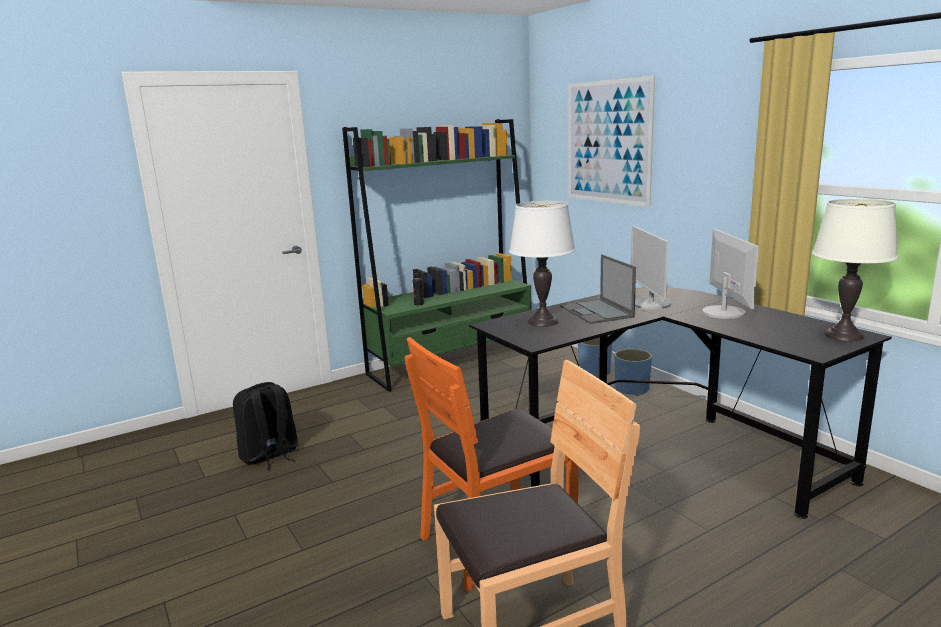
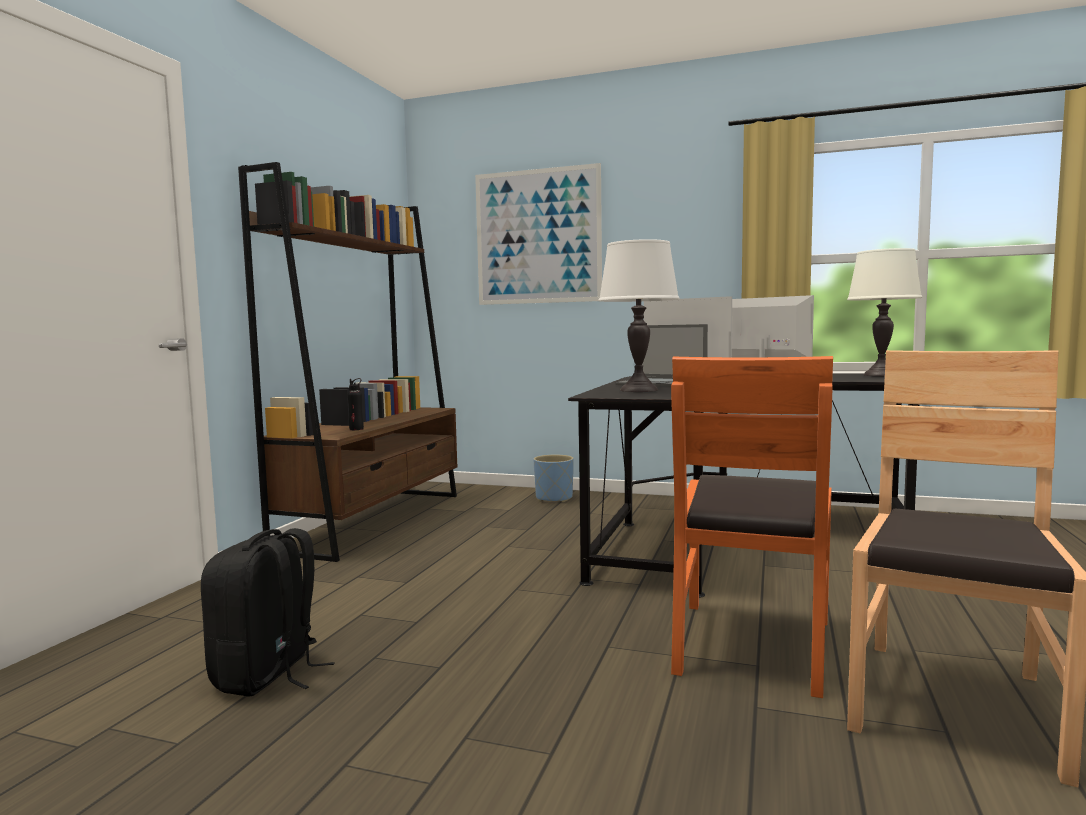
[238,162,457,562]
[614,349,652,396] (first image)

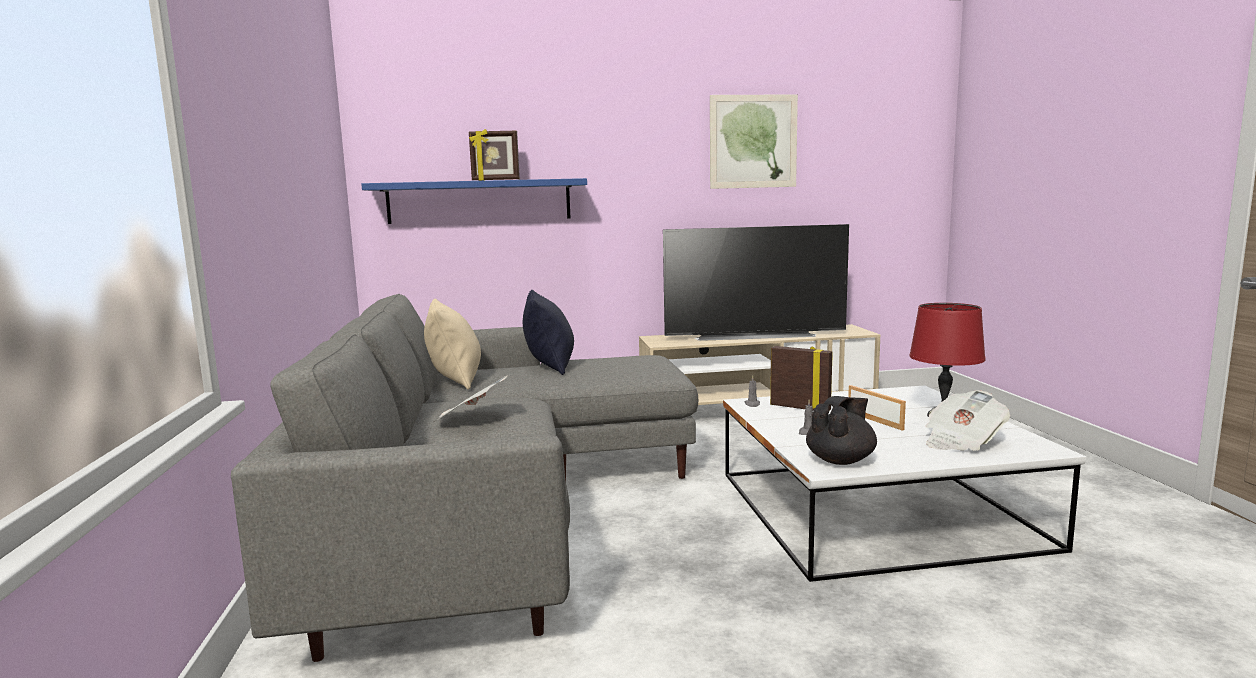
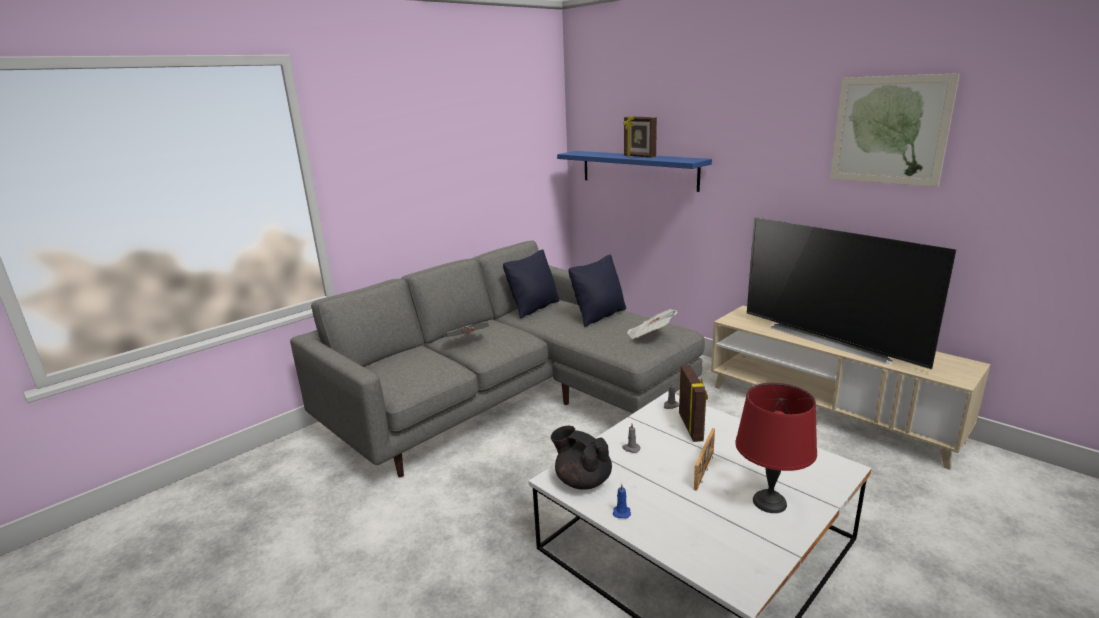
[503,249,560,318]
[551,426,612,490]
[613,484,631,519]
[627,309,677,340]

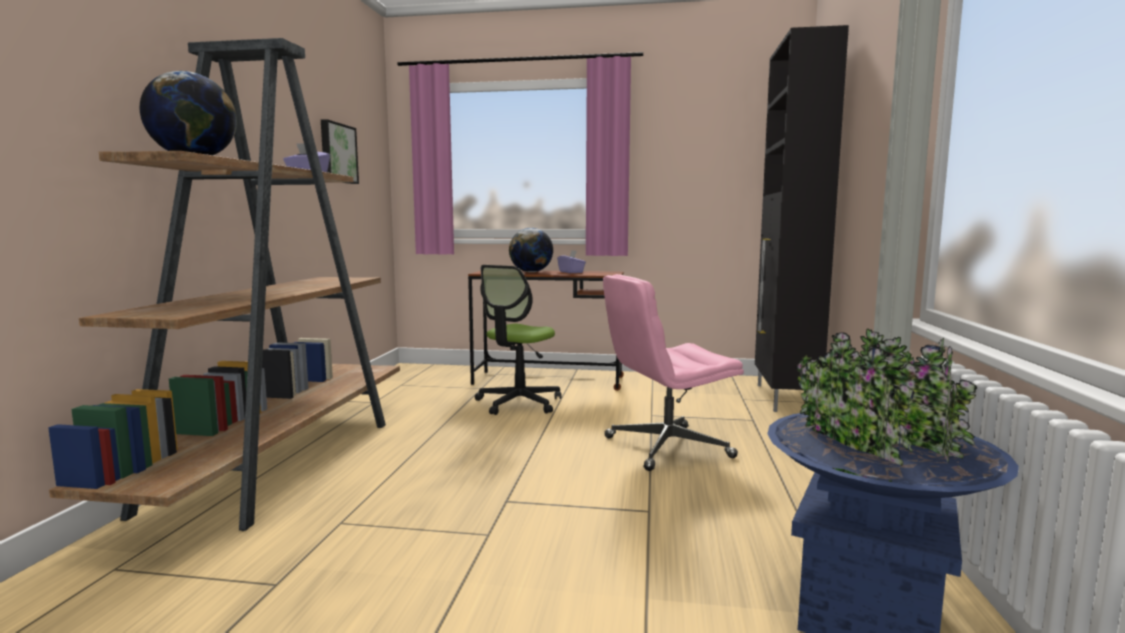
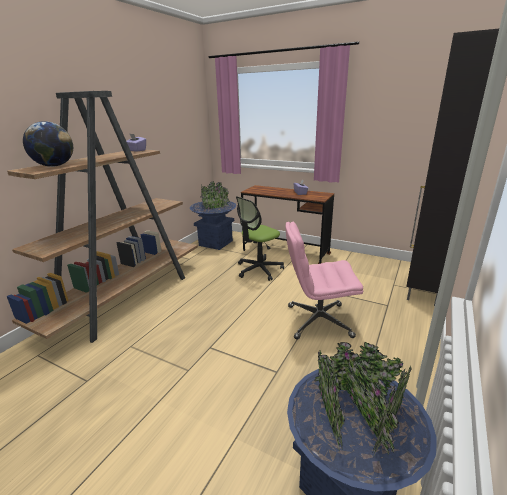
[190,181,236,250]
[321,119,359,184] (first image)
[509,228,553,272] (first image)

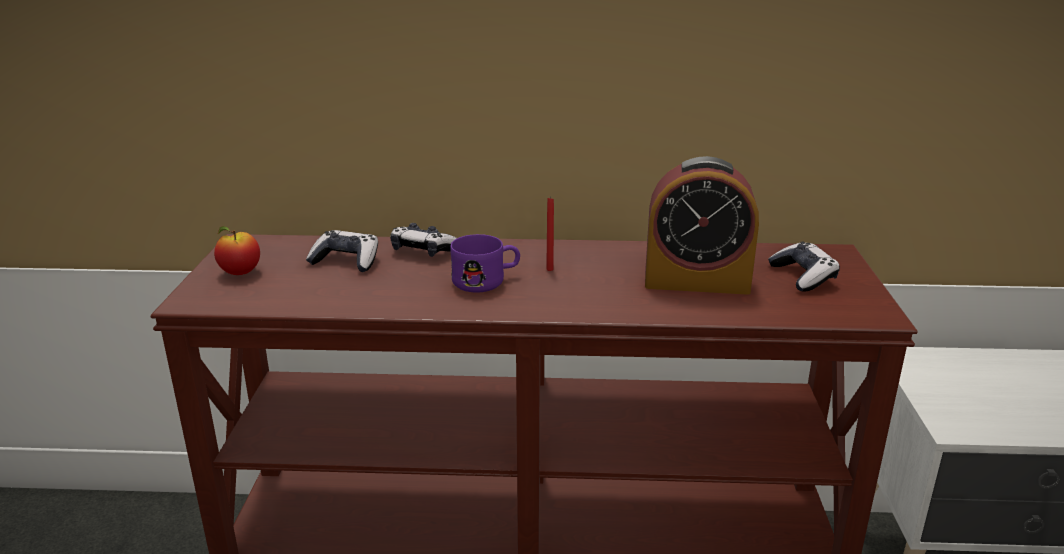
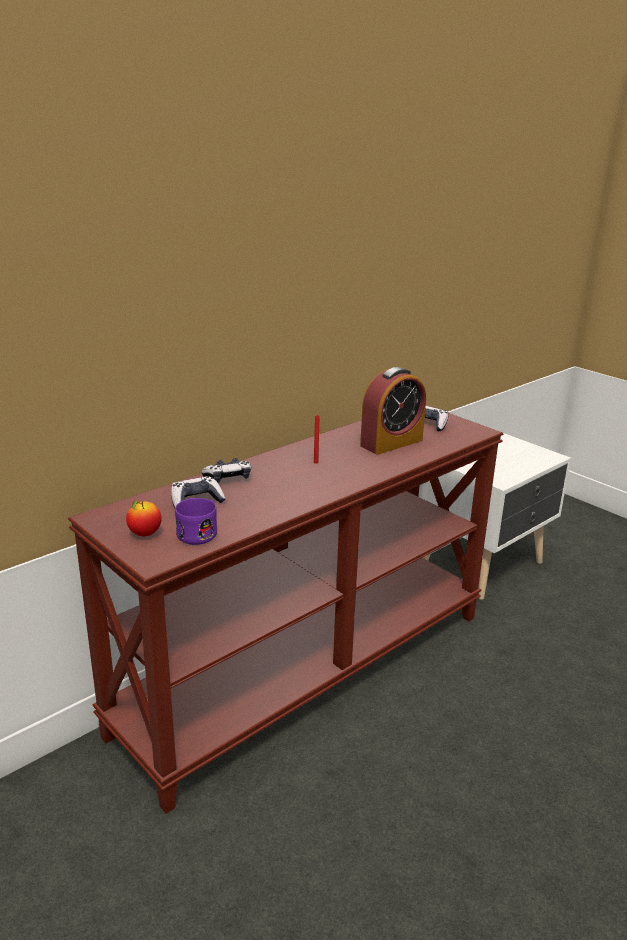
[175,498,217,545]

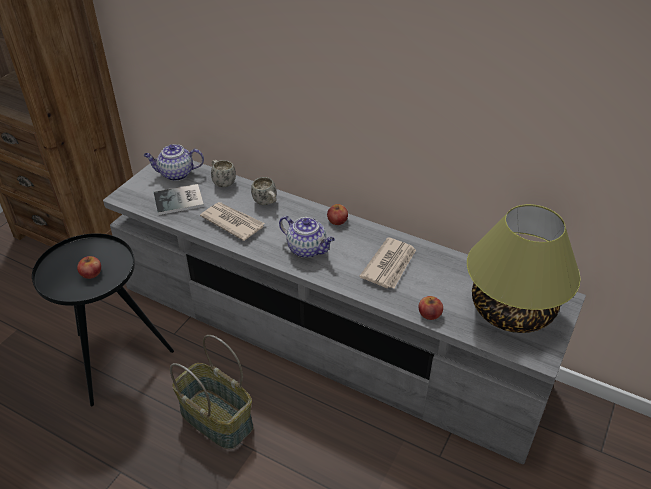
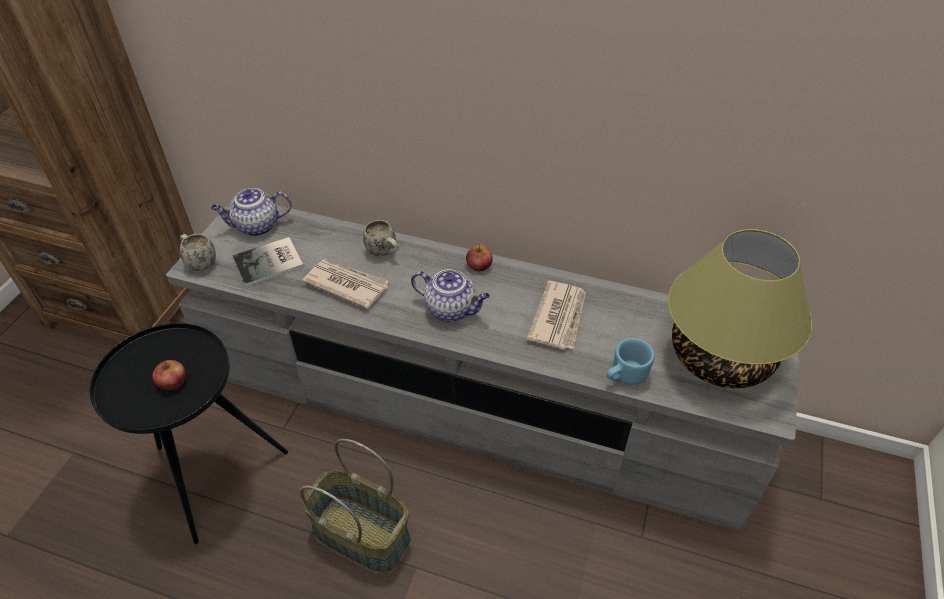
[180,234,216,271]
[606,338,655,385]

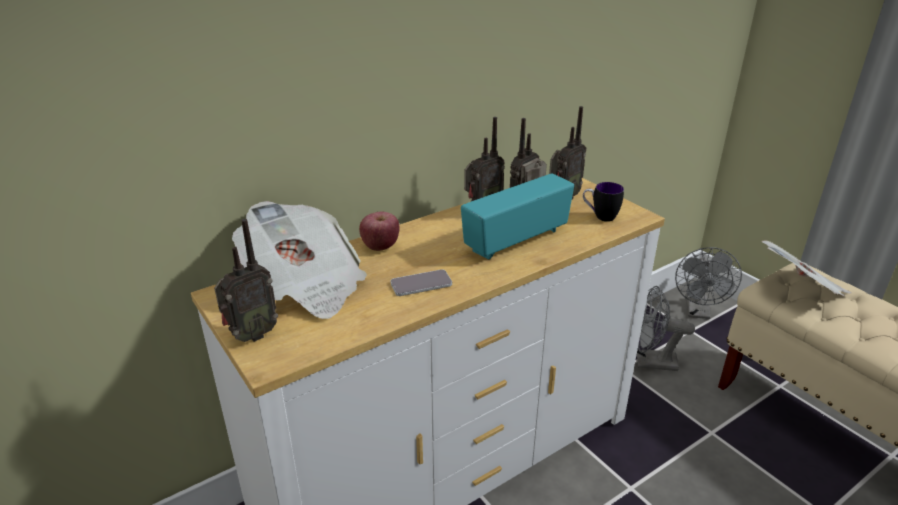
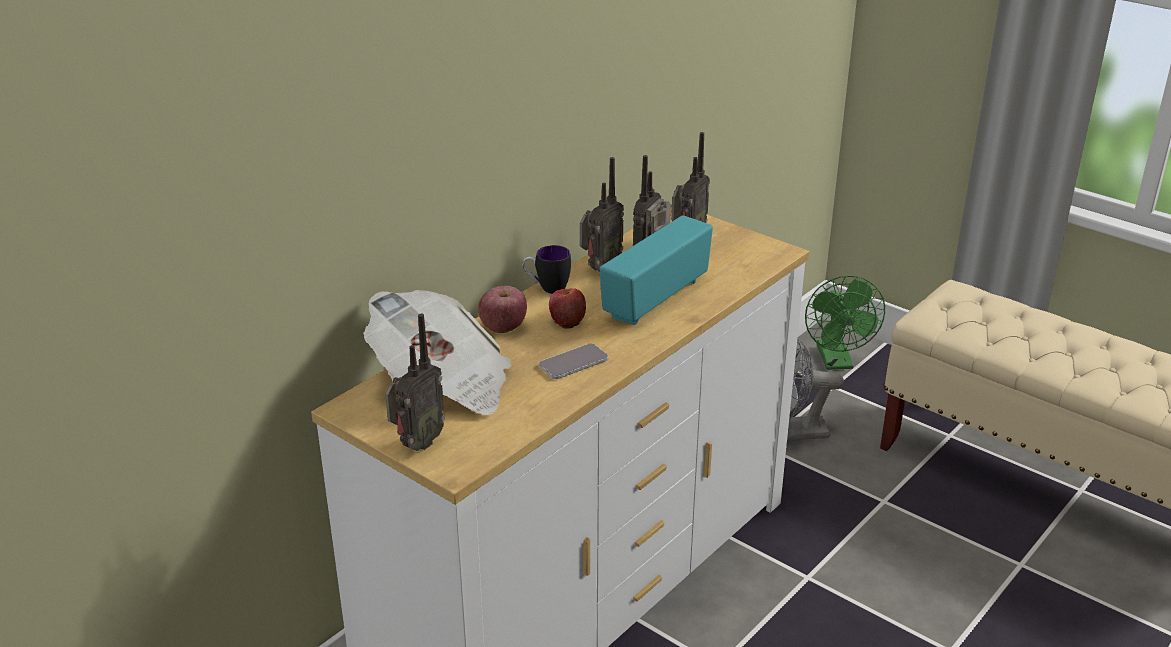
[522,245,571,294]
[549,288,586,329]
[805,275,885,370]
[762,241,851,296] (first image)

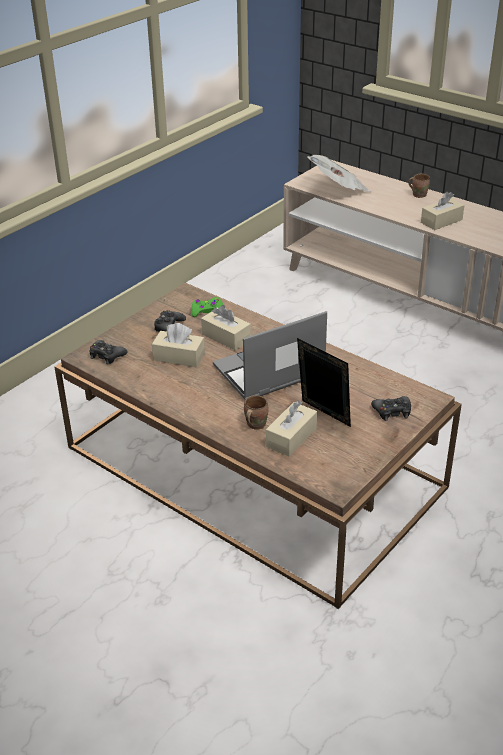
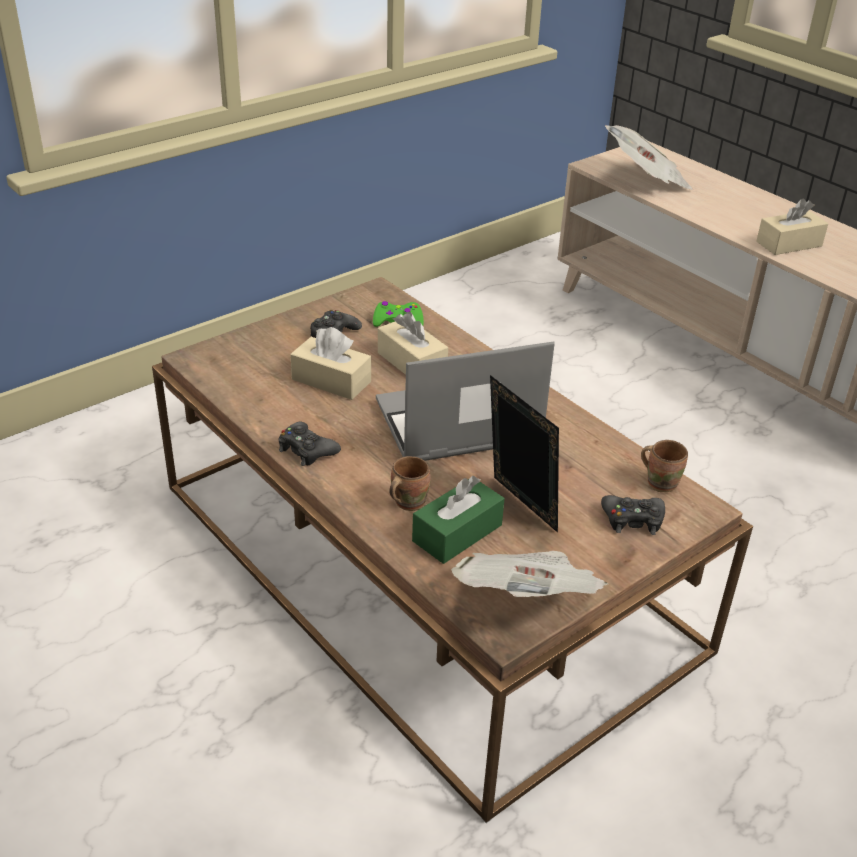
[278,422,341,466]
[412,476,504,564]
[451,550,608,597]
[641,440,688,492]

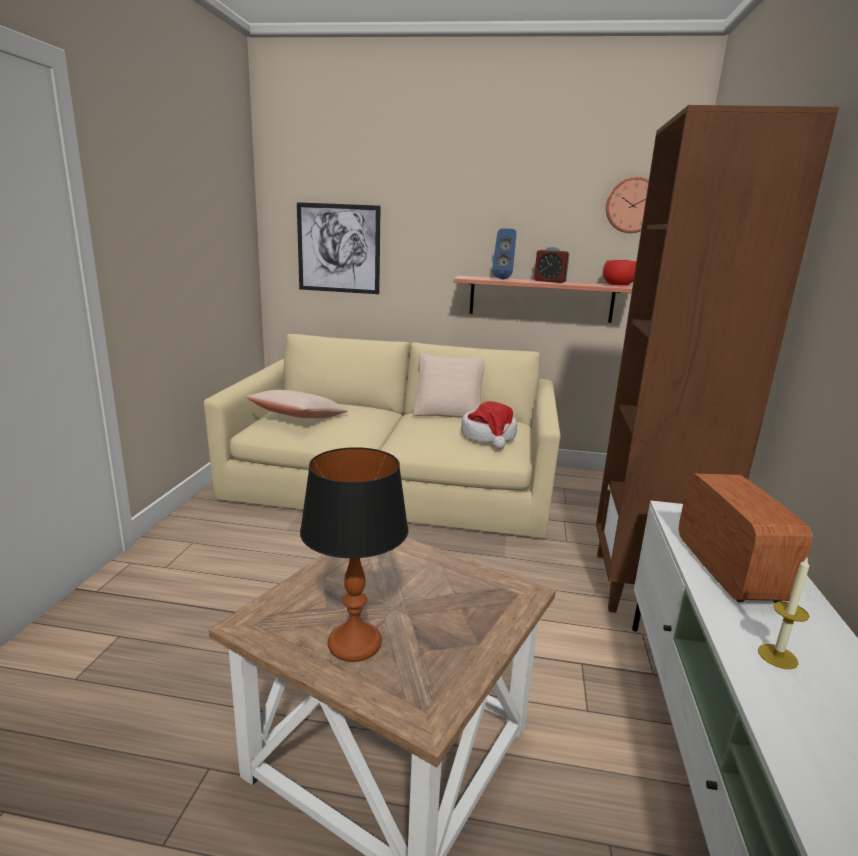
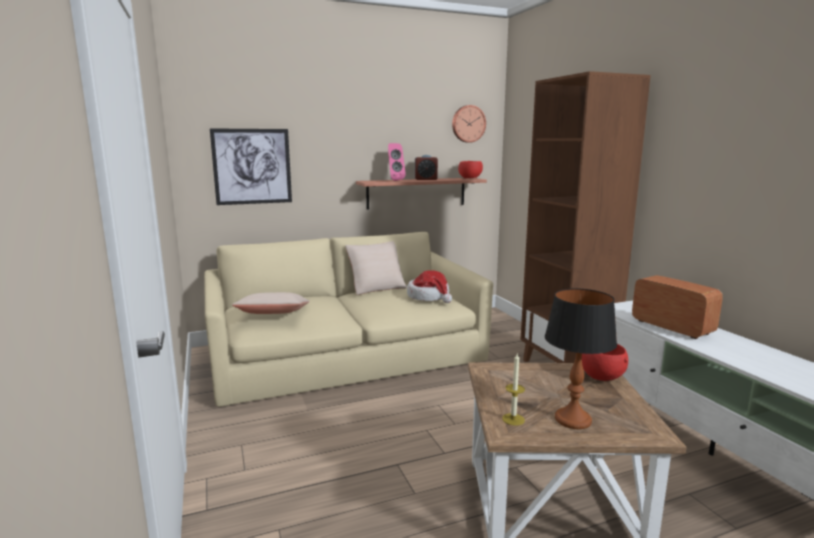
[388,143,406,181]
[502,354,525,426]
[582,344,628,381]

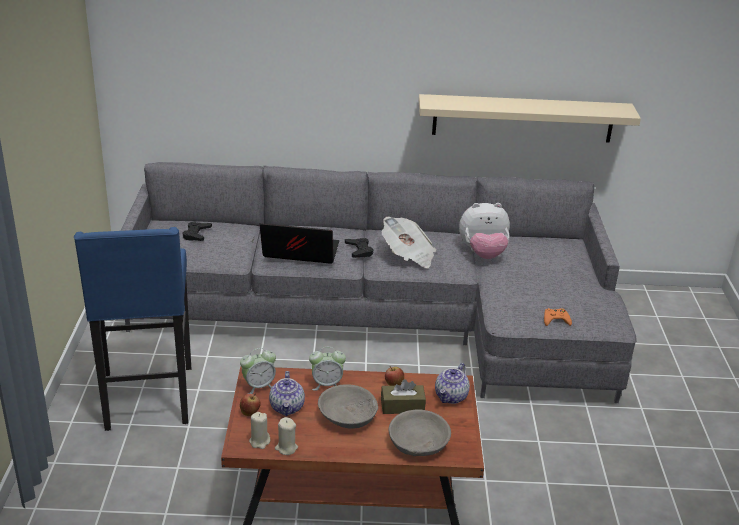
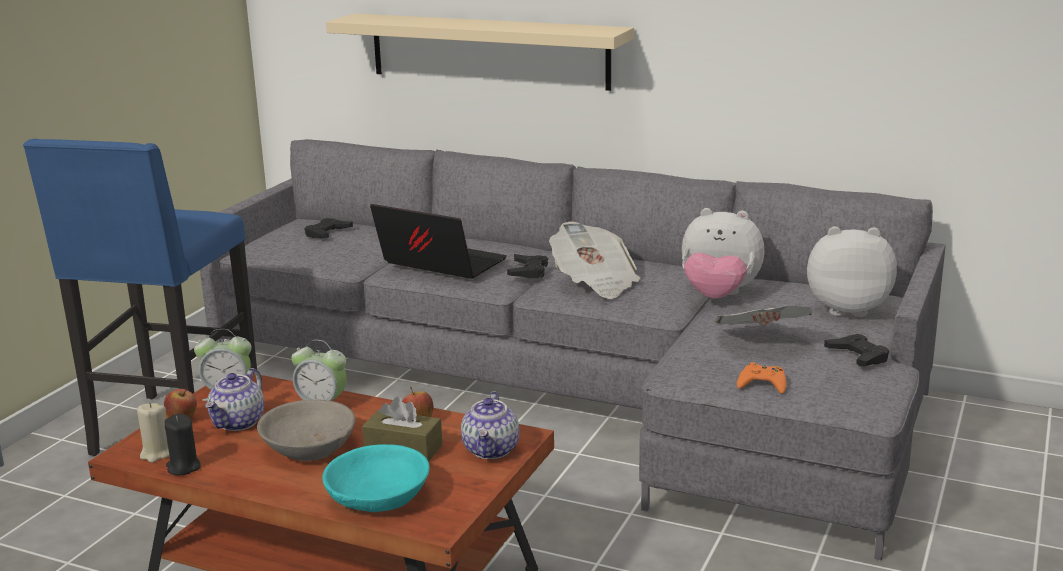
[165,414,201,476]
[322,444,430,512]
[326,14,634,91]
[461,391,519,459]
[715,306,812,326]
[807,226,897,317]
[824,334,889,366]

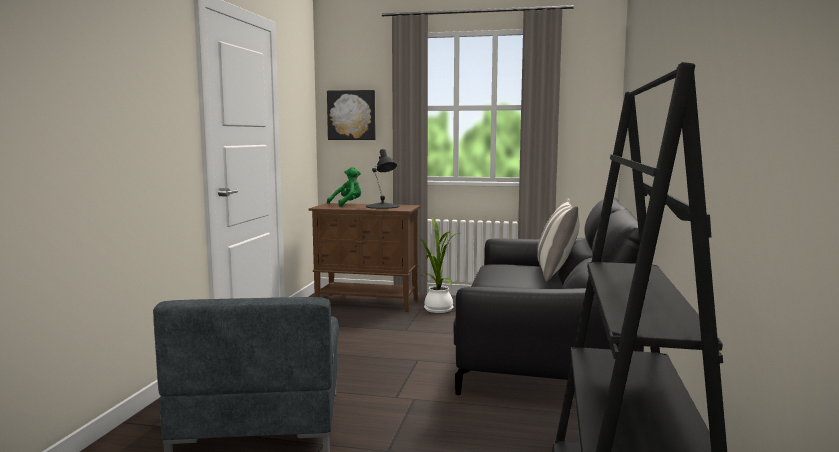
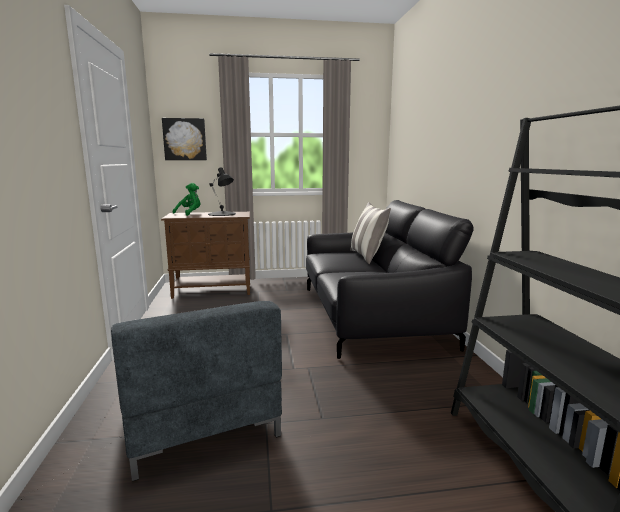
[420,217,460,313] (first image)

